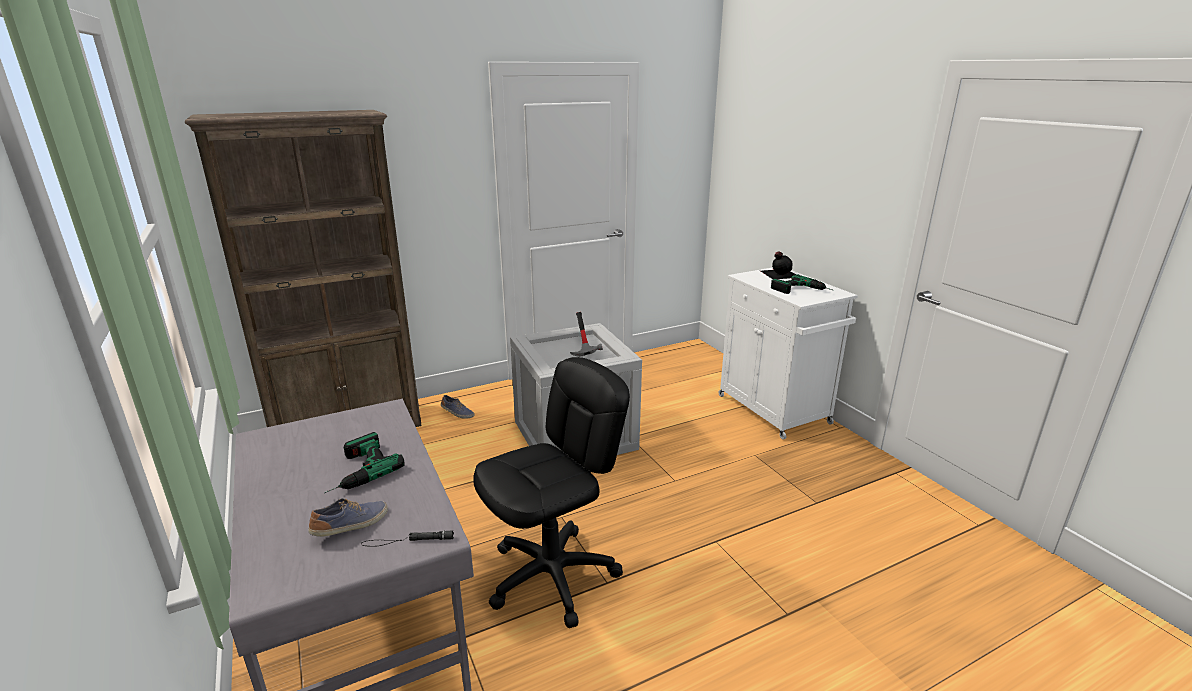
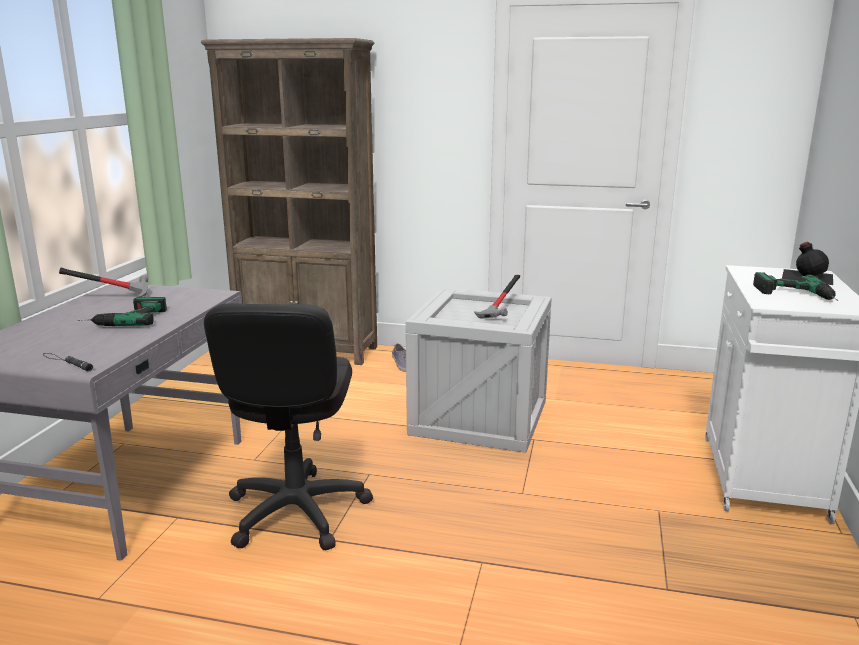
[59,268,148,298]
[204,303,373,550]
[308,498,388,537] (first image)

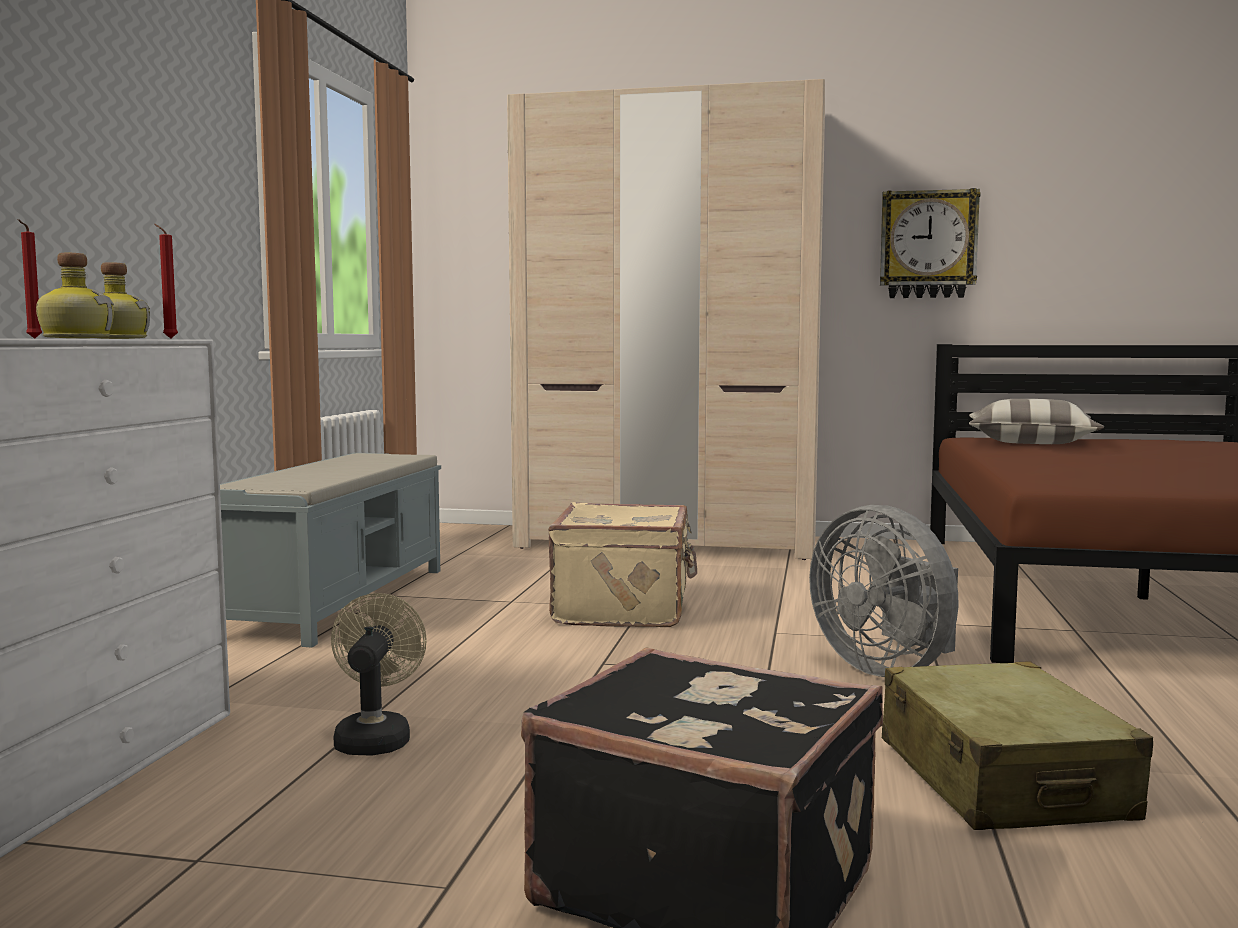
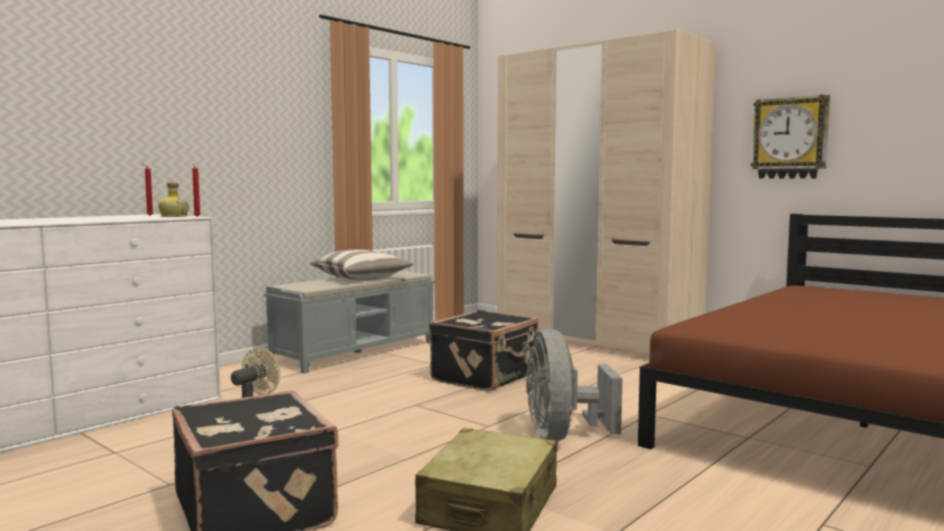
[309,250,414,280]
[429,309,538,392]
[36,253,114,338] (first image)

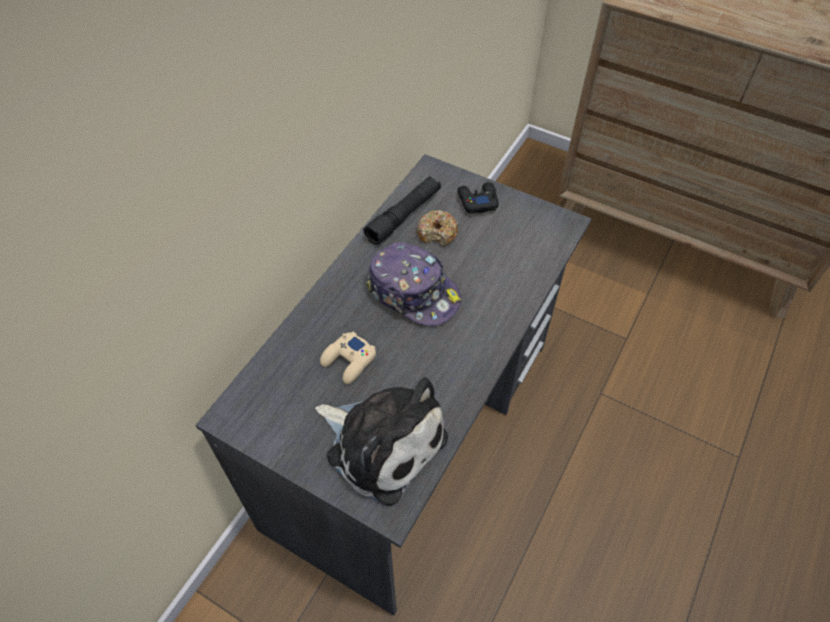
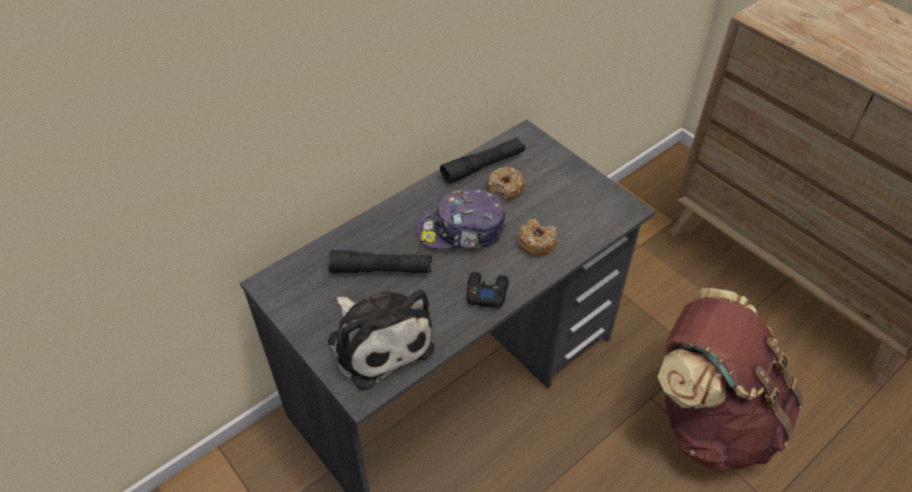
[328,250,432,273]
[417,189,506,249]
[467,272,509,308]
[517,219,558,256]
[658,288,802,474]

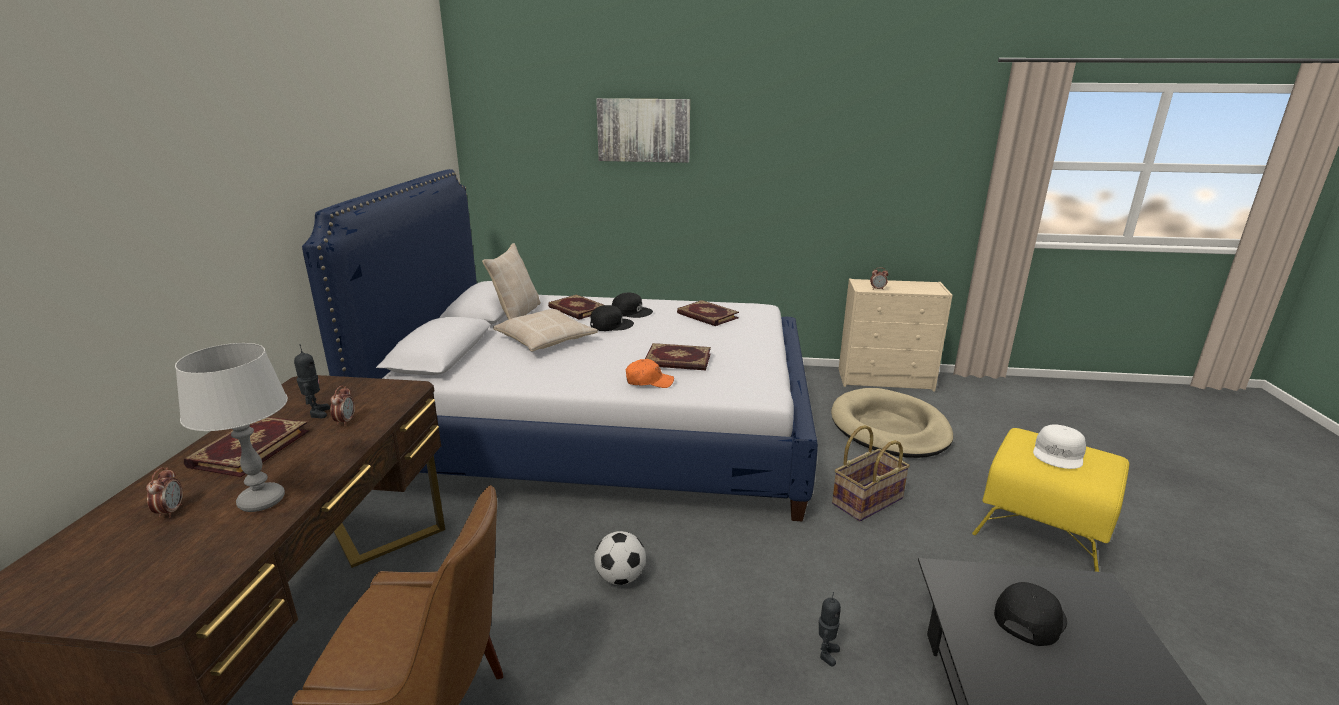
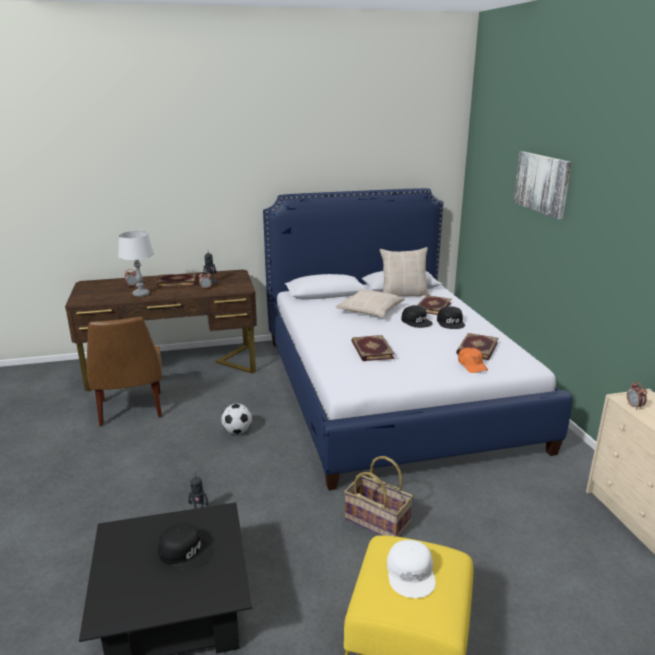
[387,540,436,598]
[458,348,488,373]
[831,388,953,458] (first image)

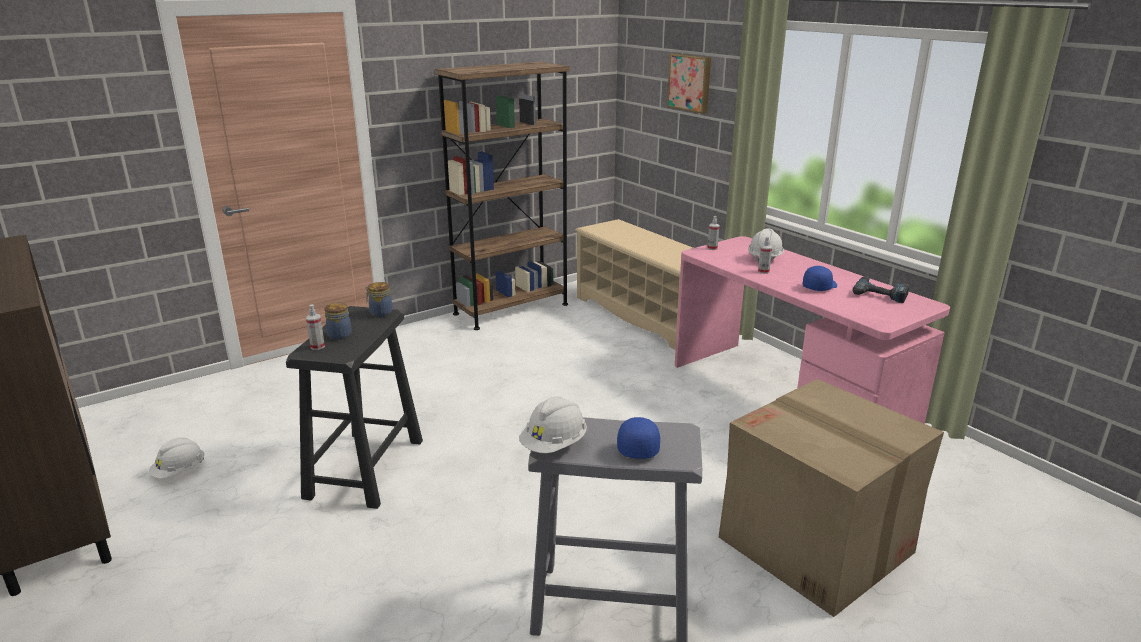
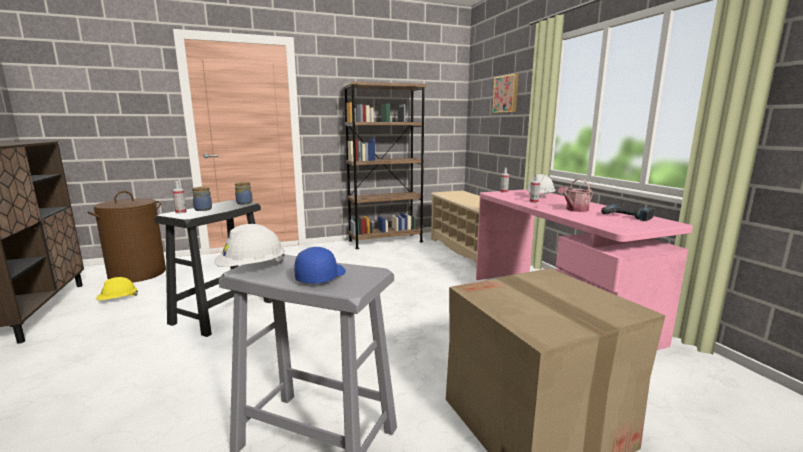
[87,191,166,283]
[96,277,138,300]
[558,179,593,212]

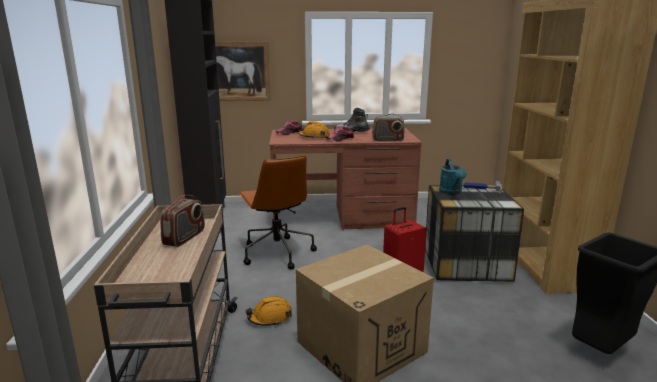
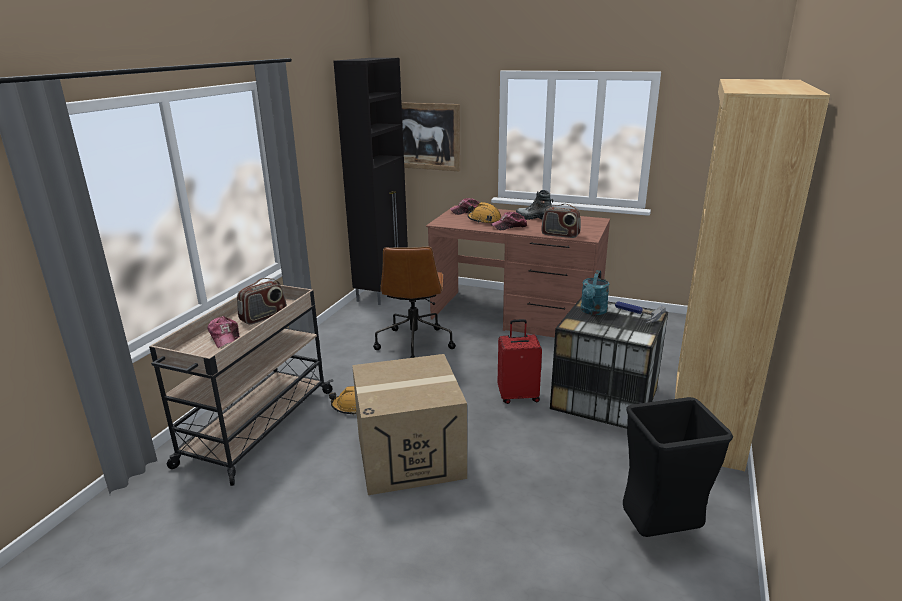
[208,316,240,348]

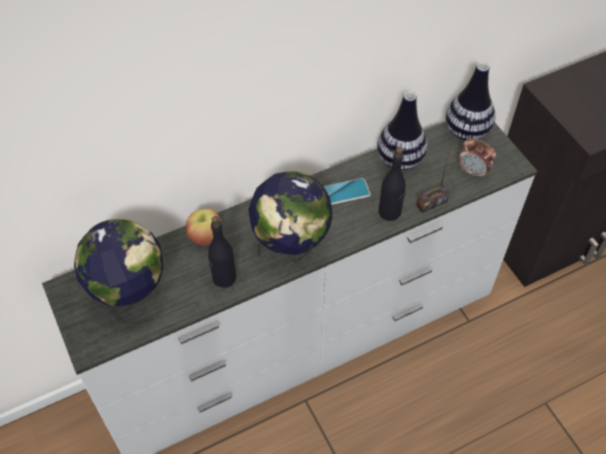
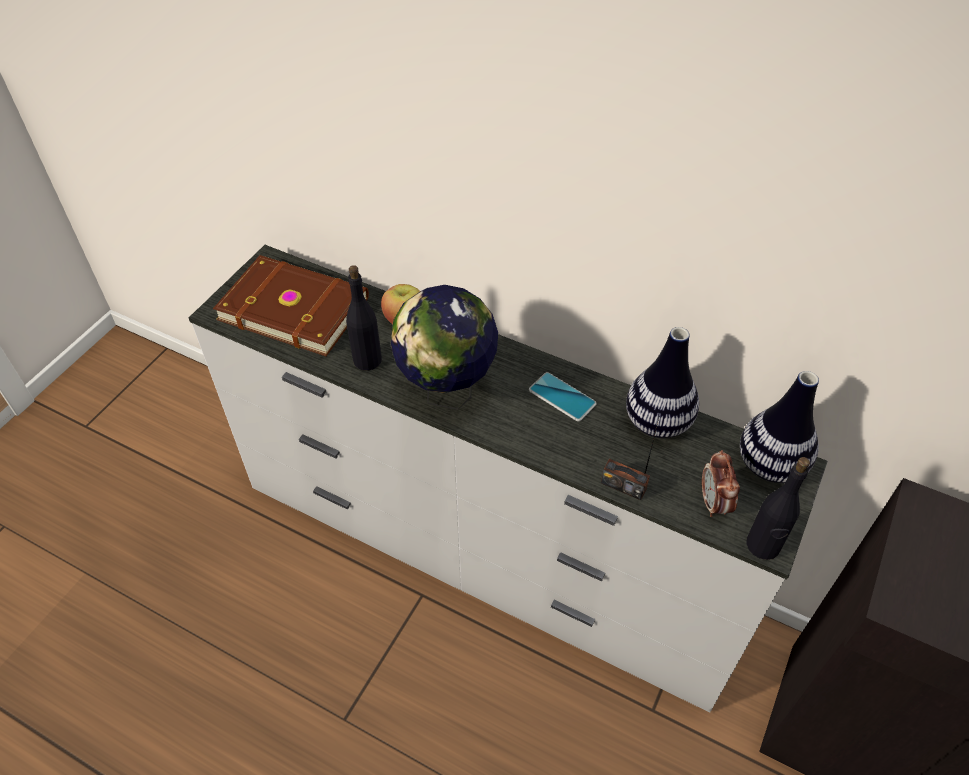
[213,255,369,356]
[747,457,810,560]

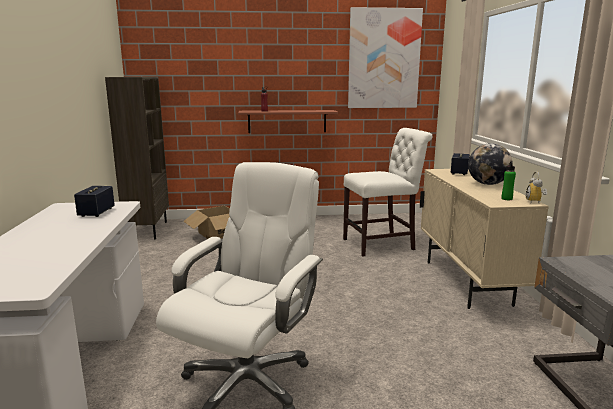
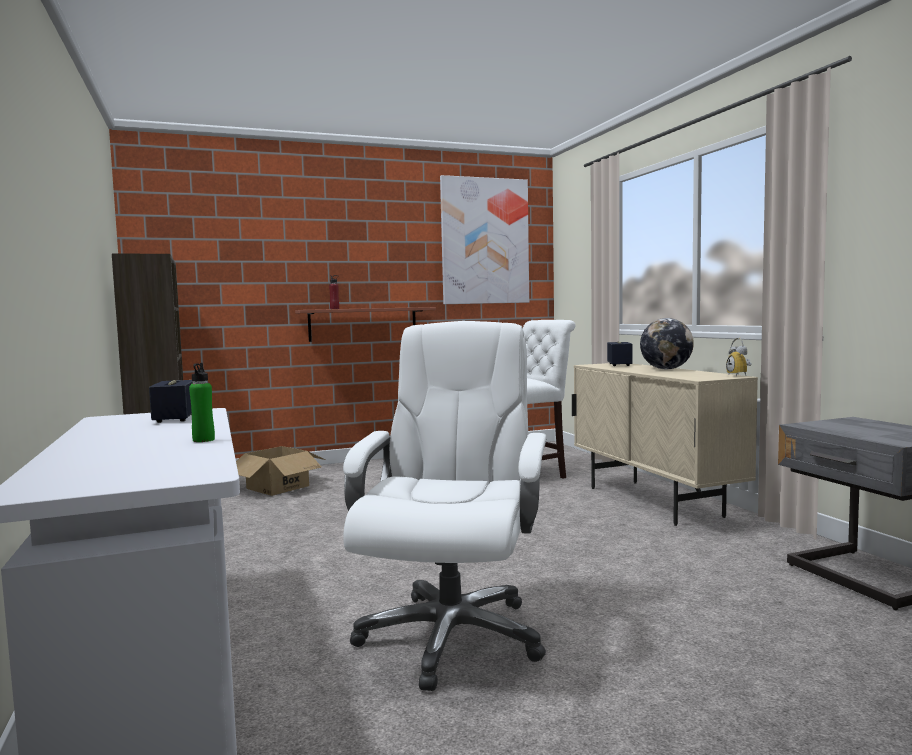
[189,363,215,442]

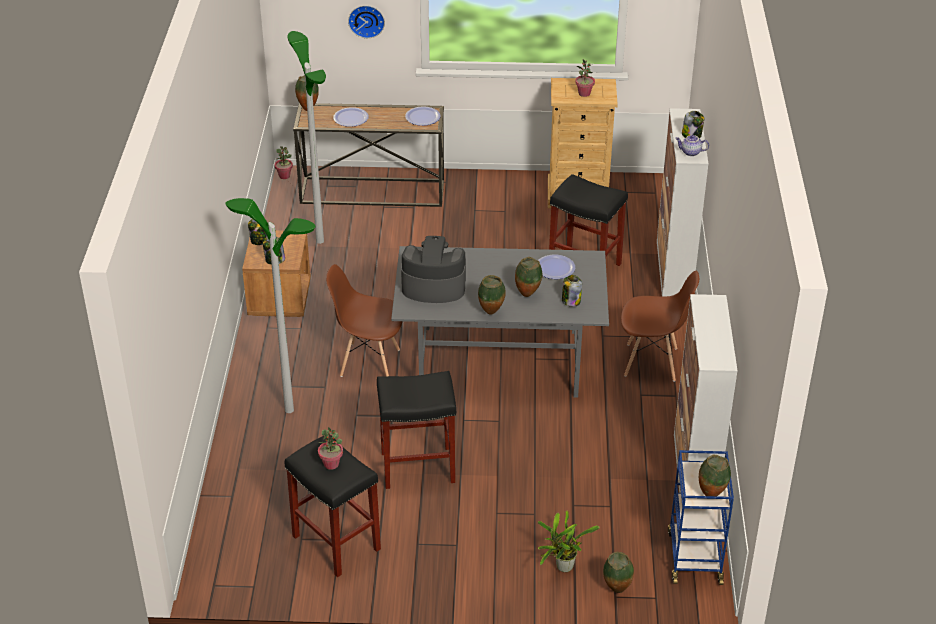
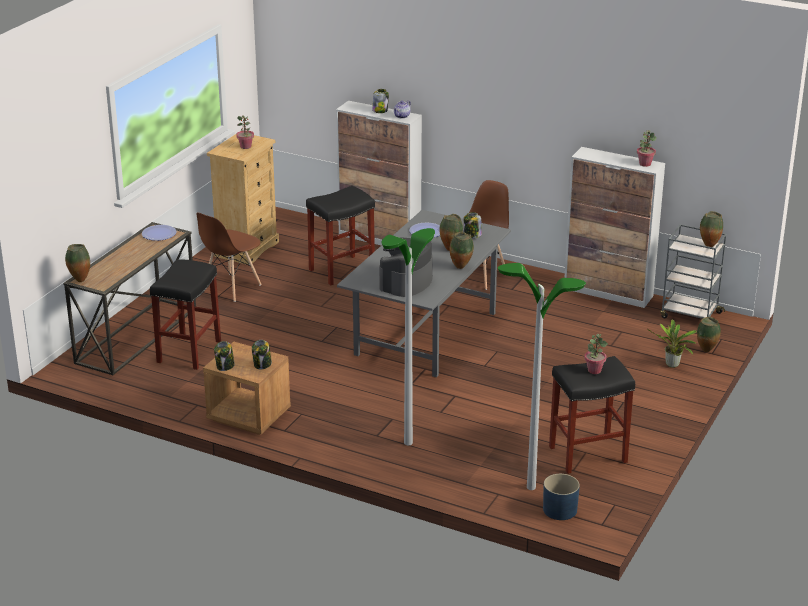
[150,259,221,370]
[196,212,261,302]
[498,263,586,490]
[543,474,580,520]
[637,130,657,167]
[660,224,727,319]
[333,107,369,127] (first image)
[348,6,385,38] (first image)

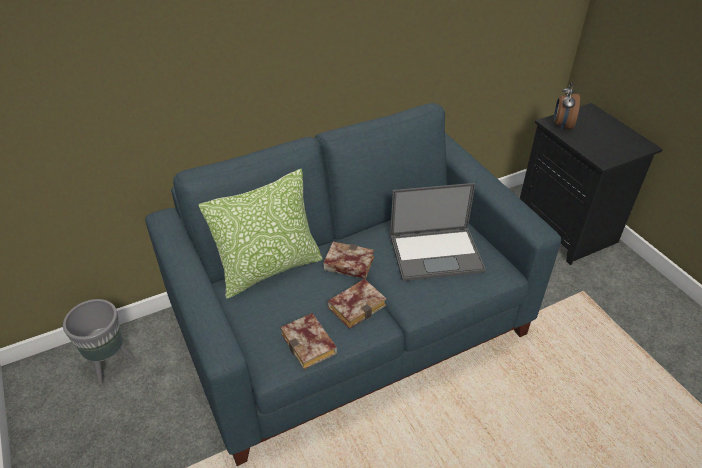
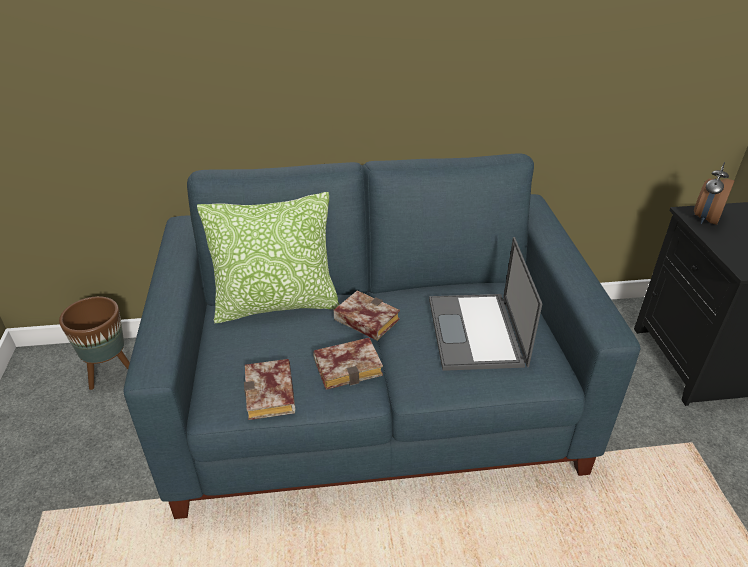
[59,296,130,390]
[429,237,542,371]

